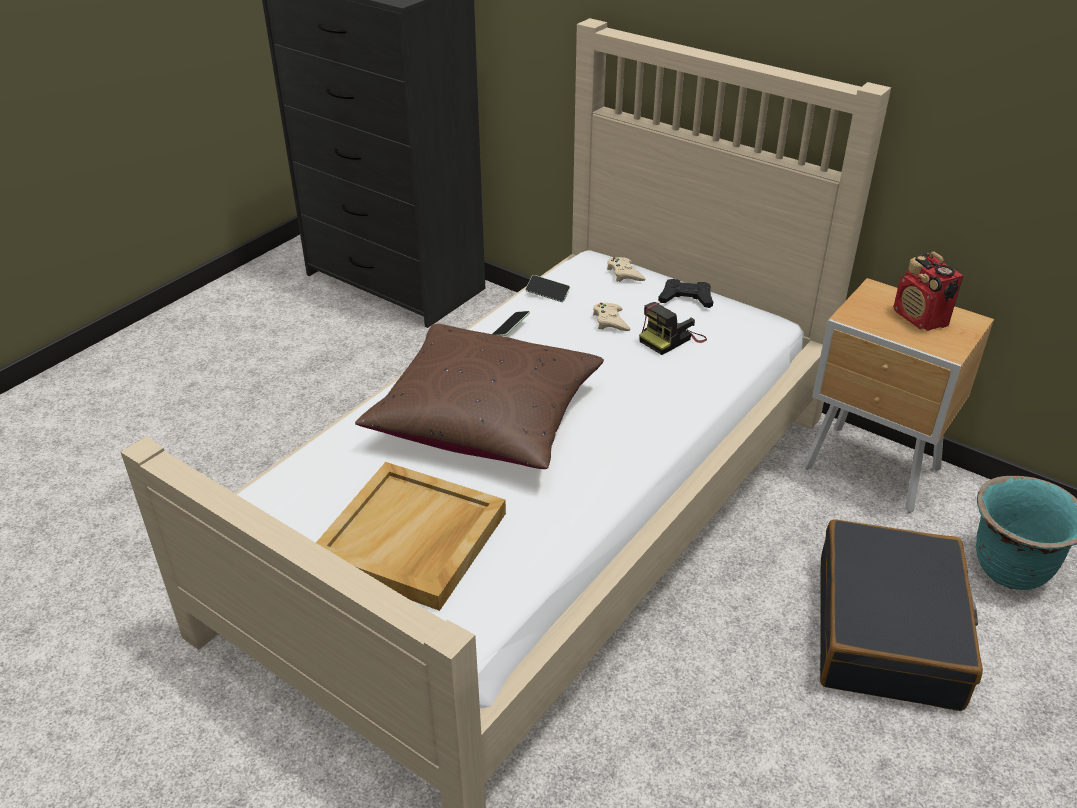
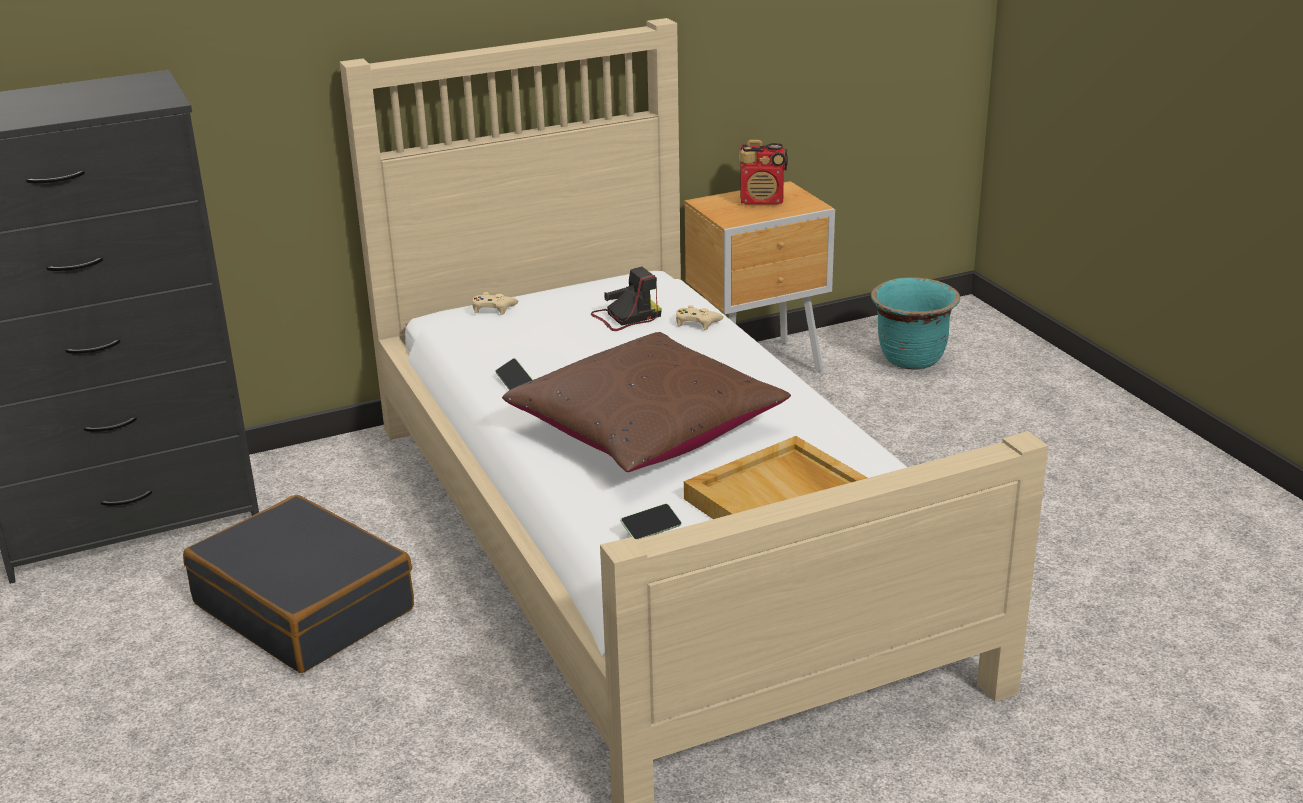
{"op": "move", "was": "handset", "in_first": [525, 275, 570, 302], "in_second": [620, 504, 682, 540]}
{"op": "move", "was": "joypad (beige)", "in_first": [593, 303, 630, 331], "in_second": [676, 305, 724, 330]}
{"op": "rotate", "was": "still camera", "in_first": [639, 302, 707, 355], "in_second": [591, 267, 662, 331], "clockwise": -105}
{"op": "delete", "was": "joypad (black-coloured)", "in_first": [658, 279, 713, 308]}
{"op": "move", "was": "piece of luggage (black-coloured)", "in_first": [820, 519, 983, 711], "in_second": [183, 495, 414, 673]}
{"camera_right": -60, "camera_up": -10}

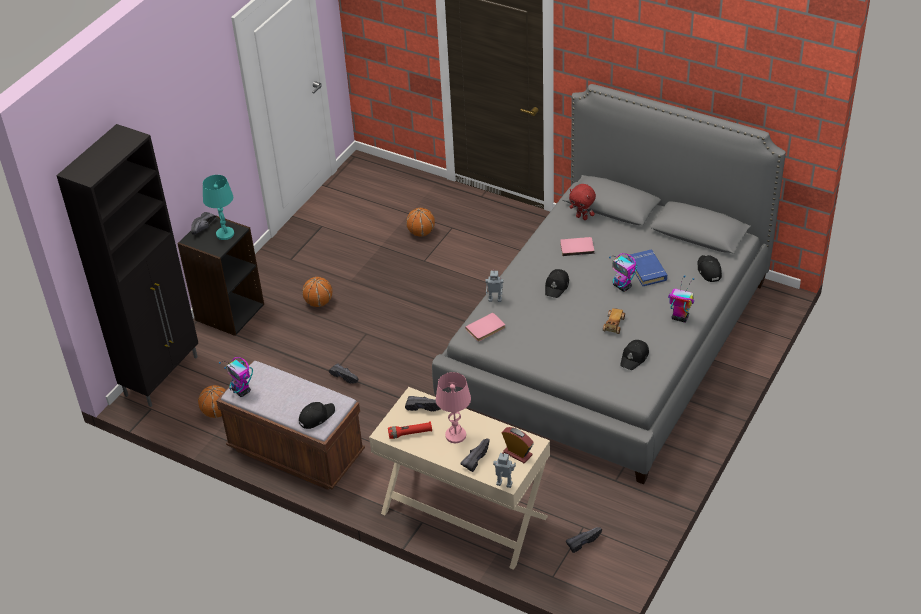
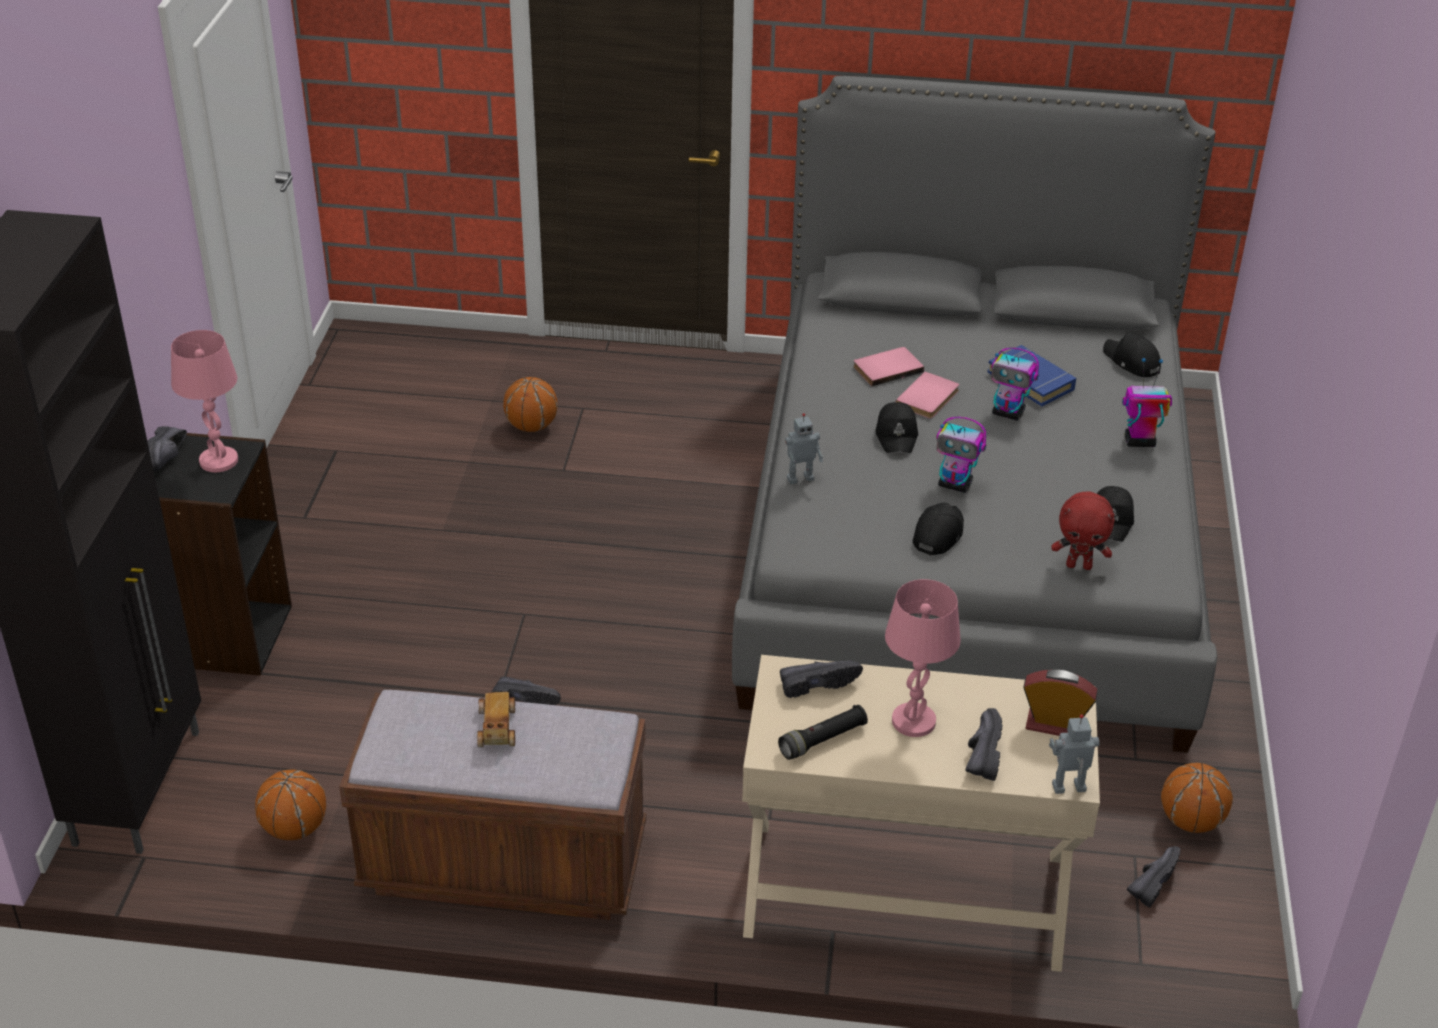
{"op": "recolor", "was": "table lamp (turquoise-coloured)", "now": "table lamp (pink-coloured)", "in_first": [203, 175, 234, 240], "in_second": [171, 330, 238, 472]}
{"op": "move", "was": "toy robot", "in_first": [219, 357, 253, 397], "in_second": [936, 417, 986, 493]}
{"op": "move", "was": "cap (black-coloured)", "in_first": [299, 402, 335, 429], "in_second": [913, 502, 964, 555]}
{"op": "move", "was": "basketball ball", "in_first": [302, 277, 333, 307], "in_second": [1161, 763, 1233, 833]}
{"op": "recolor", "was": "hand torch (reddish)", "now": "hand torch (black-coloured)", "in_first": [388, 421, 432, 439], "in_second": [778, 705, 868, 760]}
{"op": "move", "was": "book (pink-coloured)", "in_first": [465, 312, 505, 341], "in_second": [895, 371, 959, 419]}
{"op": "move", "was": "soft toy (reddish)", "in_first": [569, 184, 596, 220], "in_second": [1051, 491, 1115, 570]}
{"op": "move", "was": "model car", "in_first": [603, 308, 625, 334], "in_second": [477, 692, 515, 747]}
{"camera_right": -25, "camera_up": -5}

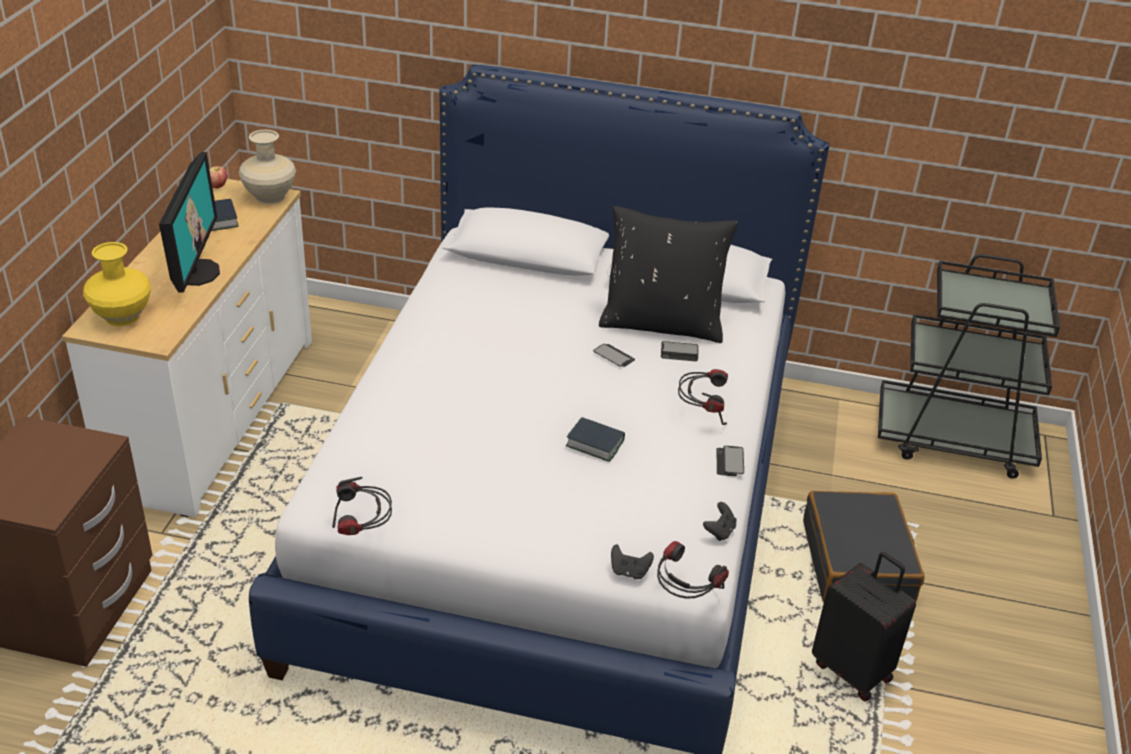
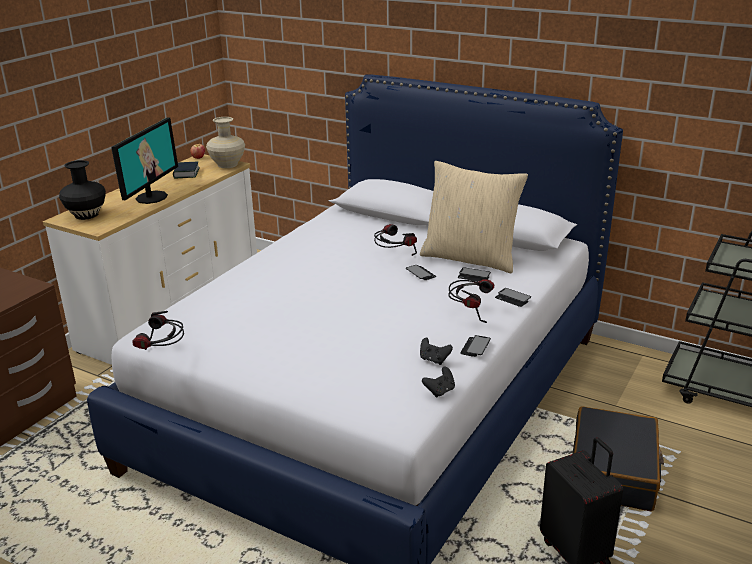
{"op": "recolor", "was": "flower vase (yellow)", "now": "flower vase (black-coloured)", "in_first": [83, 242, 151, 327], "in_second": [59, 160, 106, 220]}
{"op": "delete", "was": "book", "in_first": [566, 417, 625, 462]}
{"op": "recolor", "was": "cushion (black-coloured)", "now": "cushion (beige)", "in_first": [599, 206, 738, 343], "in_second": [420, 161, 528, 273]}
{"op": "move", "was": "joypad (black-coloured)", "in_first": [611, 544, 654, 579], "in_second": [420, 337, 453, 365]}
{"op": "move", "was": "headset", "in_first": [657, 541, 729, 599], "in_second": [374, 224, 417, 256]}
{"op": "insert", "now": "handset", "in_second": [495, 288, 531, 307]}
{"camera_right": 20, "camera_up": -10}

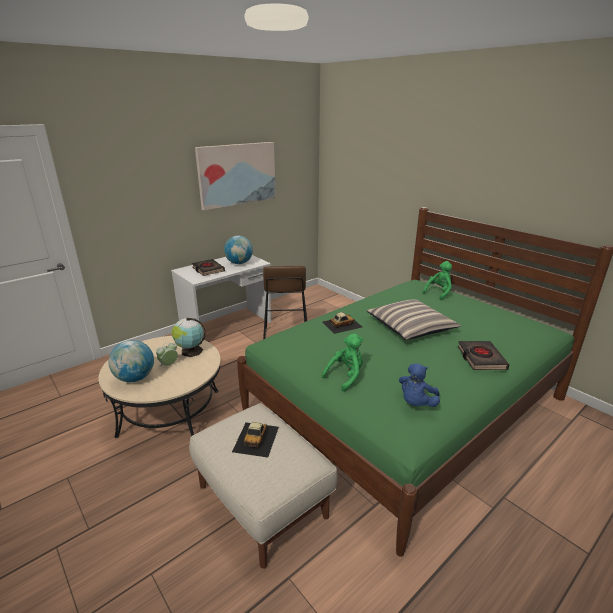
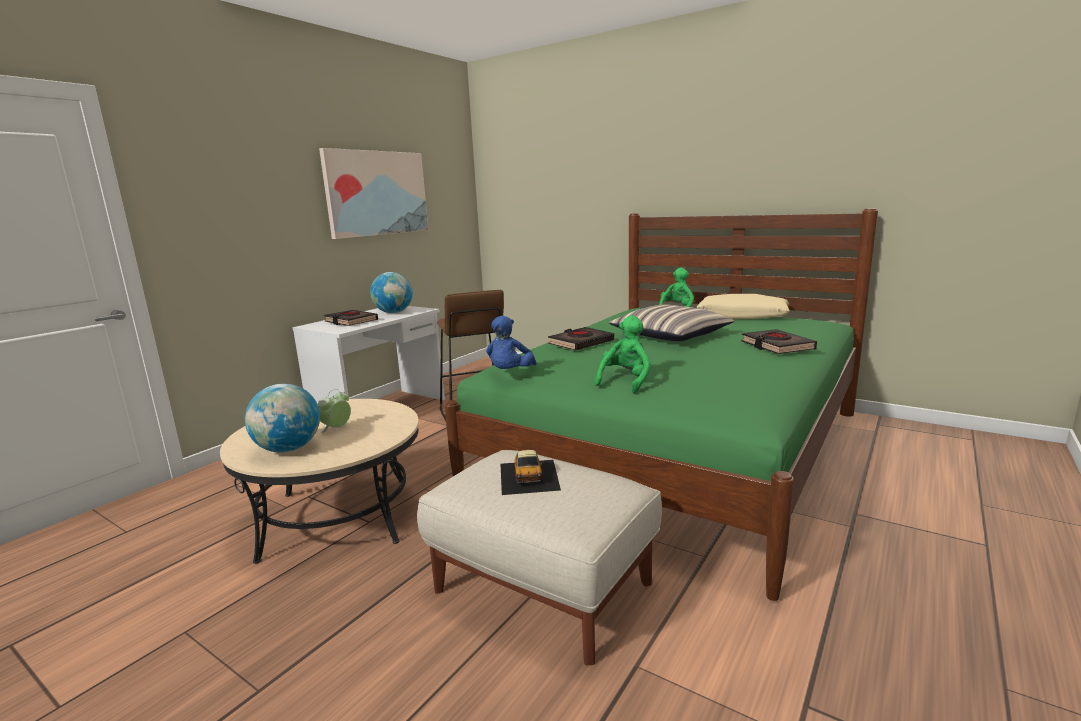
{"op": "delete", "was": "world globe", "in_first": [172, 318, 205, 357]}
{"op": "replace", "was": "model car", "now": "book (black-coloured)", "in_first": [322, 312, 362, 334], "in_second": [548, 327, 614, 351]}
{"op": "move", "was": "soft toy (blue-coloured)", "in_first": [399, 363, 440, 407], "in_second": [486, 316, 536, 369]}
{"op": "insert", "now": "cushion (beige)", "in_second": [697, 294, 790, 319]}
{"camera_right": -15, "camera_up": -10}

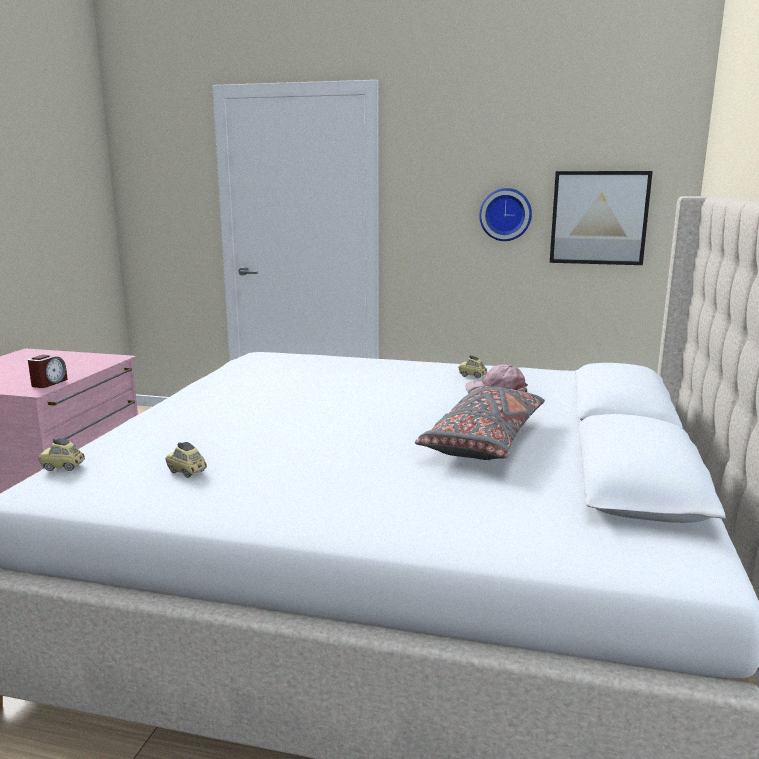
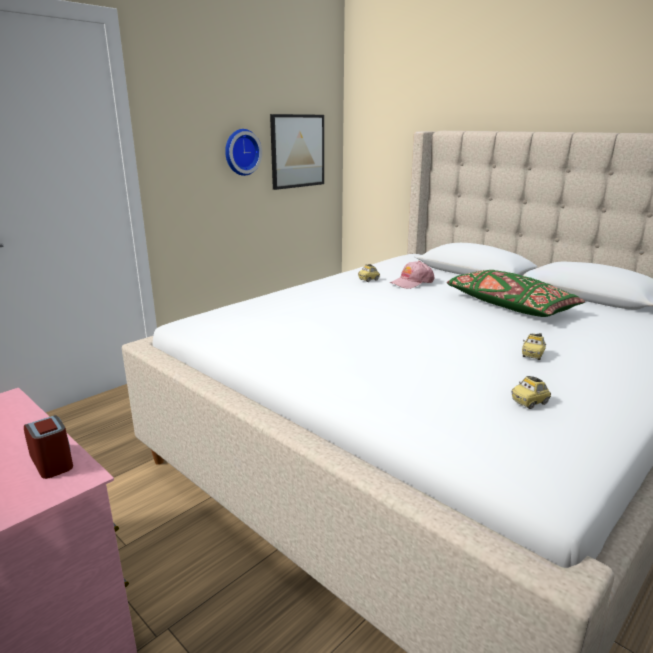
{"op": "move", "was": "model car", "in_first": [38, 438, 85, 471], "in_second": [522, 333, 546, 360]}
{"op": "recolor", "was": "cushion (grey)", "now": "cushion (green)", "in_first": [415, 386, 545, 460], "in_second": [447, 270, 586, 317]}
{"camera_right": -60, "camera_up": 5}

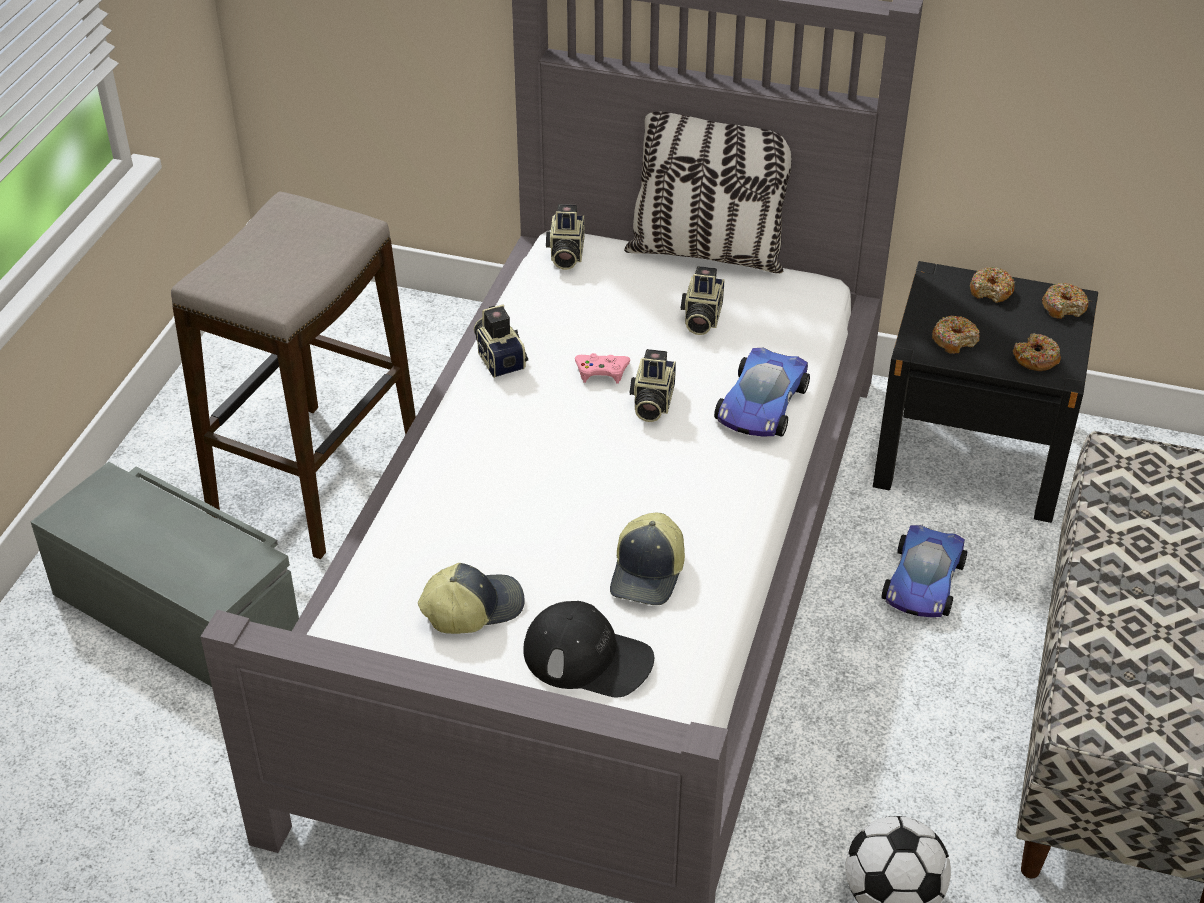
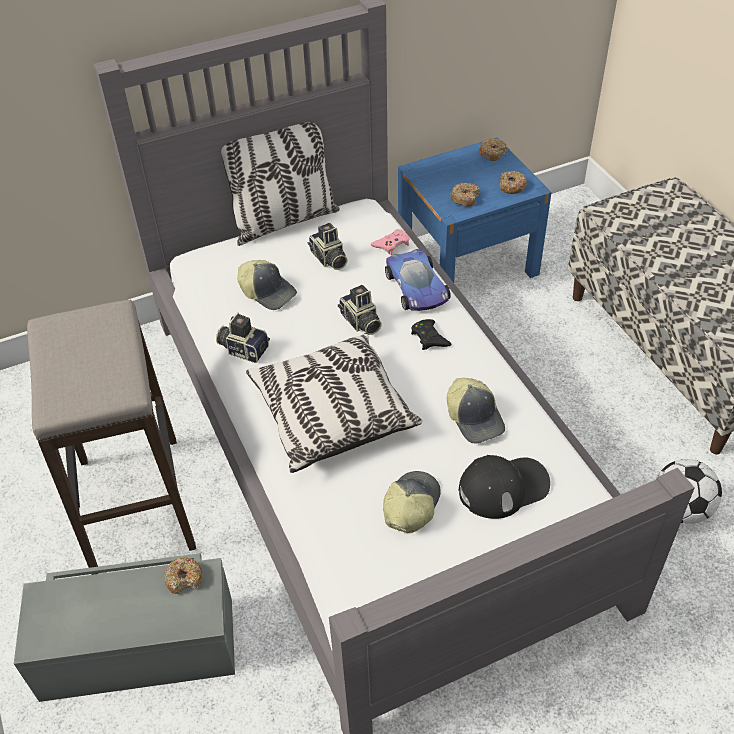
{"op": "delete", "was": "still camera", "in_first": [546, 204, 585, 270]}
{"op": "move", "was": "joypad (pink-coloured)", "in_first": [575, 353, 630, 384], "in_second": [371, 229, 410, 255]}
{"op": "recolor", "was": "nightstand (black-coloured)", "now": "nightstand (blue-coloured)", "in_first": [873, 261, 1098, 523], "in_second": [398, 137, 552, 283]}
{"op": "delete", "was": "model car", "in_first": [881, 525, 967, 617]}
{"op": "move", "was": "ring doughnut", "in_first": [970, 267, 1015, 303], "in_second": [164, 557, 203, 594]}
{"op": "insert", "now": "cap", "in_second": [237, 260, 297, 310]}
{"op": "insert", "now": "cushion", "in_second": [246, 332, 422, 473]}
{"op": "insert", "now": "joypad (black-coloured)", "in_second": [411, 319, 451, 350]}
{"camera_right": -40, "camera_up": 5}

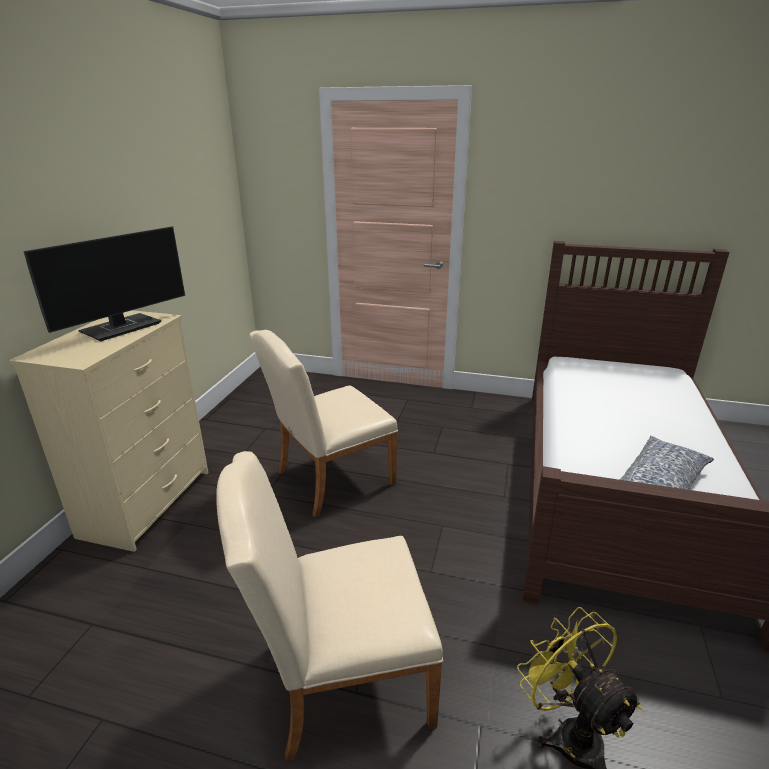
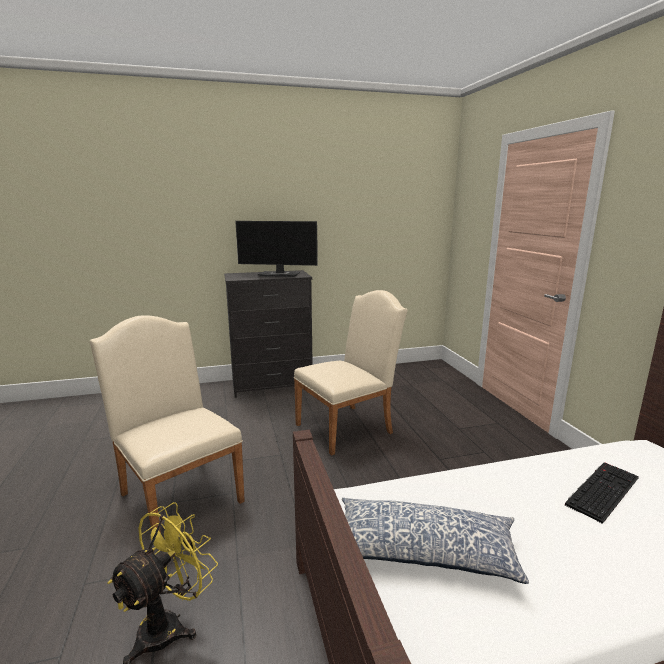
{"op": "recolor", "was": "dresser (beige)", "now": "dresser (black-coloured)", "in_first": [9, 310, 209, 552], "in_second": [224, 270, 313, 398]}
{"op": "rotate", "was": "upright chair (beige)", "in_first": [250, 330, 398, 517], "in_second": [294, 290, 408, 456], "clockwise": 120}
{"op": "insert", "now": "keyboard", "in_second": [565, 462, 639, 524]}
{"camera_right": 60, "camera_up": -10}

